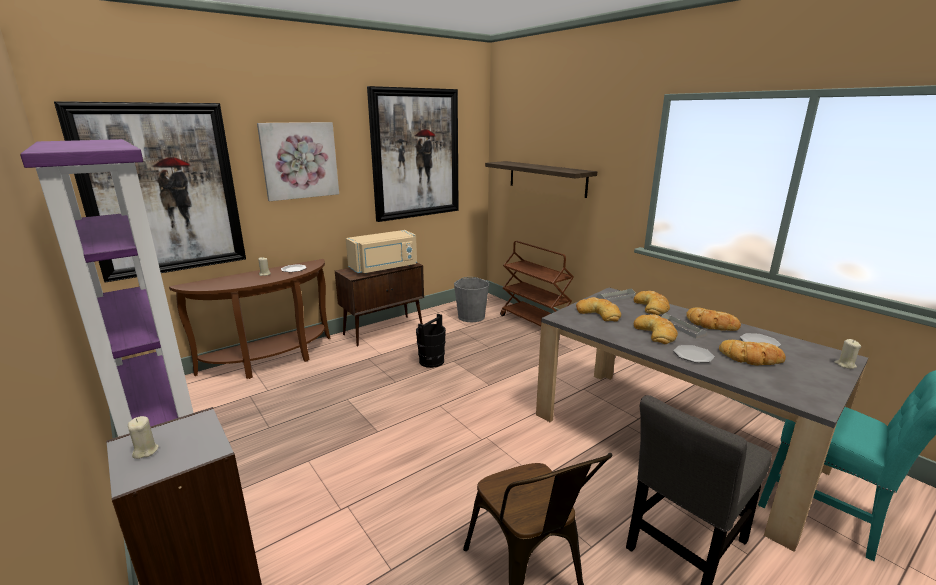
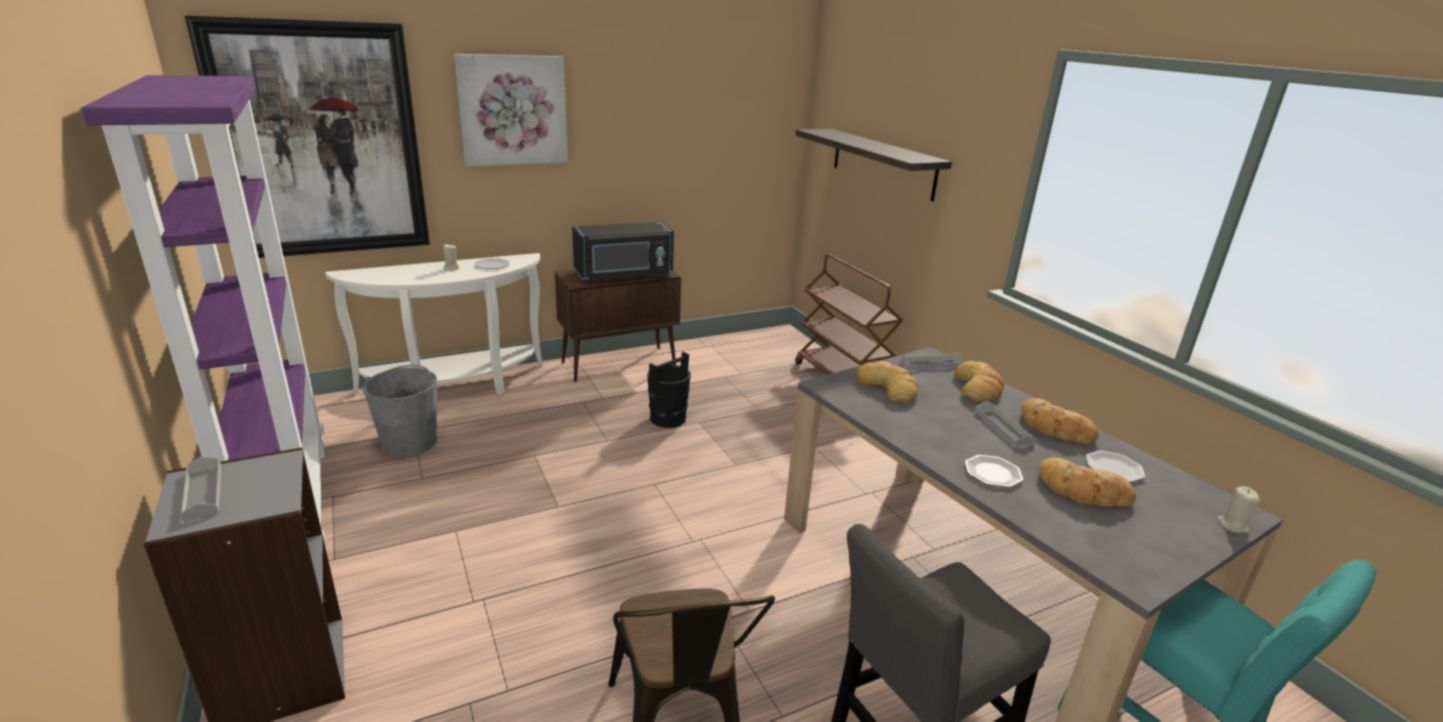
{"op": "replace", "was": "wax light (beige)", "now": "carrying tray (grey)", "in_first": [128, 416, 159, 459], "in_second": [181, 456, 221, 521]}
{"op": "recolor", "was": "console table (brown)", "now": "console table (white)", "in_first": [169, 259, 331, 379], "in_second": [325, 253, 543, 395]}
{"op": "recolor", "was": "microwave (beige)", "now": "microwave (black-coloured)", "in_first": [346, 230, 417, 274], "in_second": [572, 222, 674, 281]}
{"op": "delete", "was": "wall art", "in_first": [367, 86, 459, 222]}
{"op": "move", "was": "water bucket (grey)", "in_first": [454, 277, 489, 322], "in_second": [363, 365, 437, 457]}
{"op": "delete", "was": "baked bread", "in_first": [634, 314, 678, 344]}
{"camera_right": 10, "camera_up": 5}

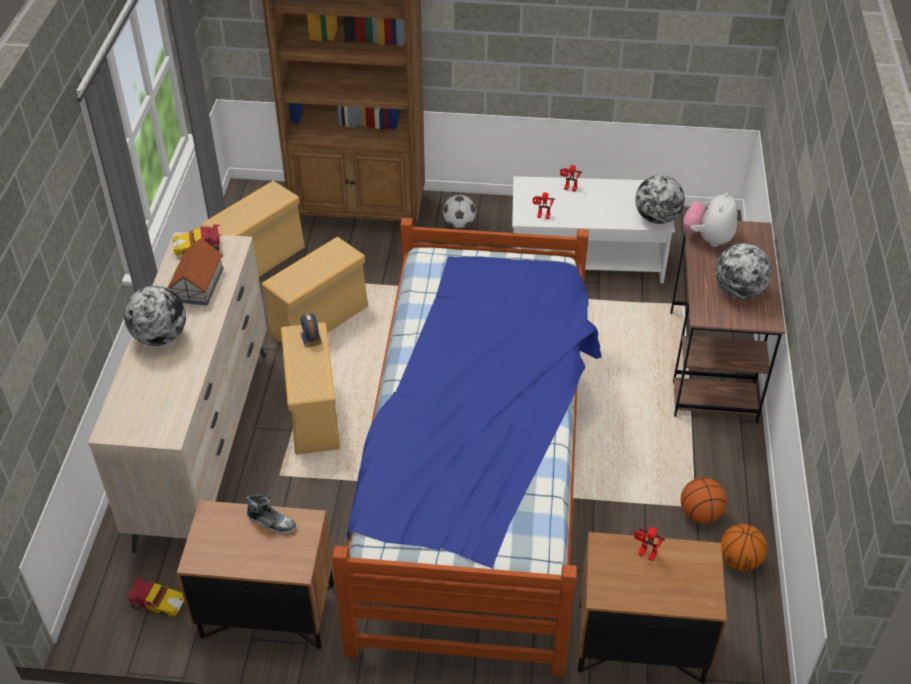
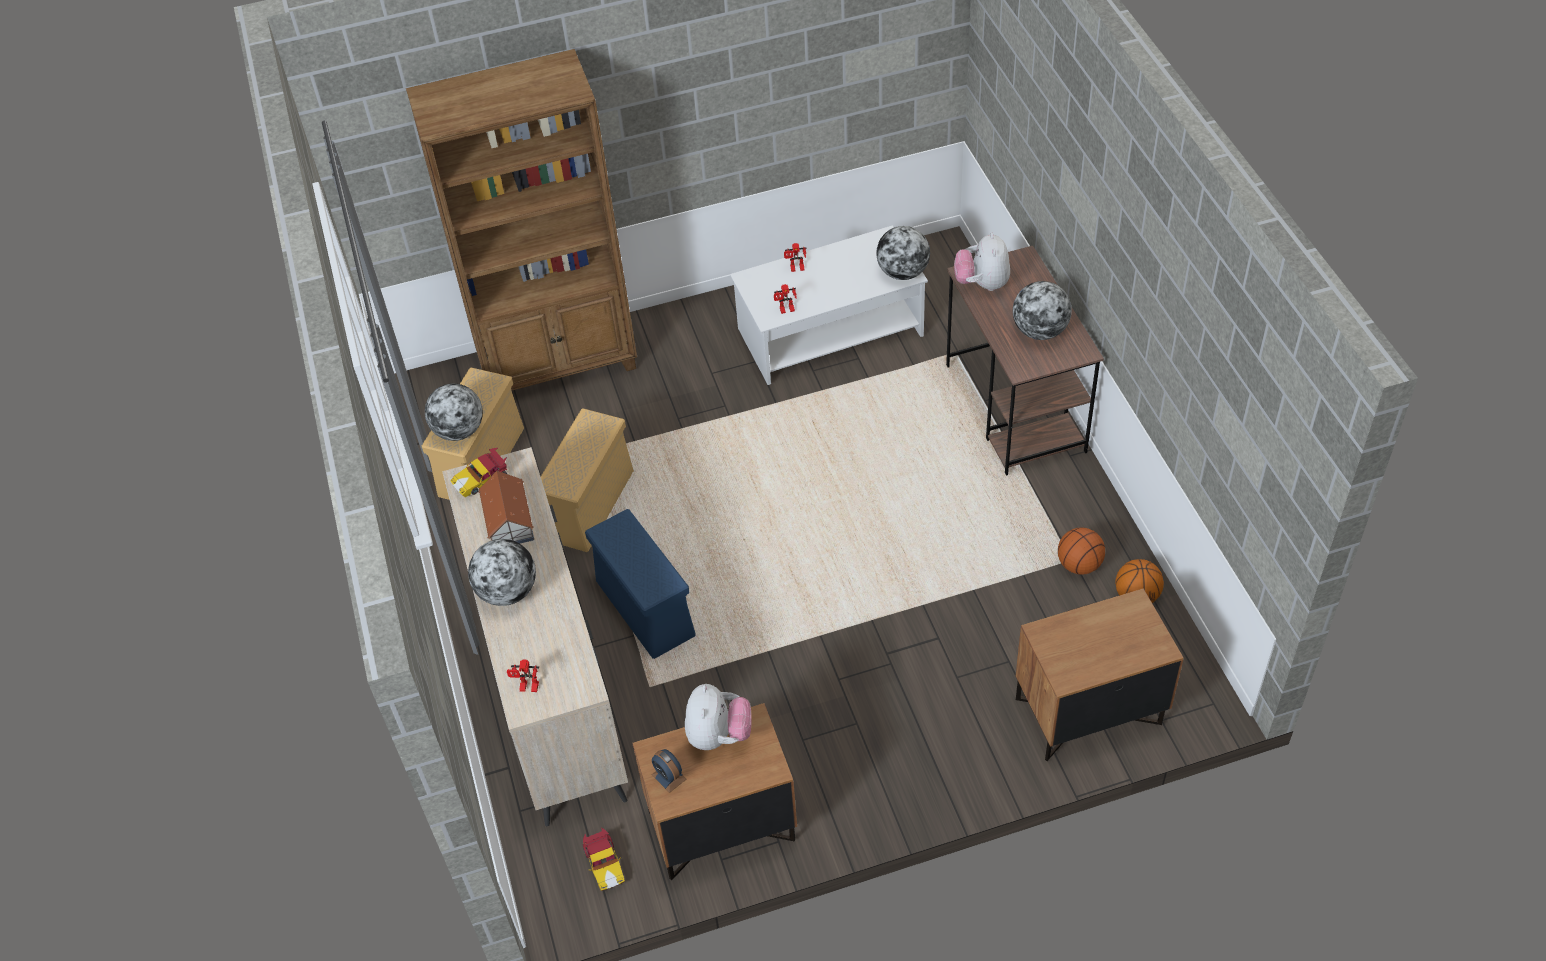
{"op": "rotate", "was": "model car", "in_first": [127, 578, 184, 617], "in_second": [583, 828, 625, 891], "clockwise": 75}
{"op": "replace", "was": "item of footwear", "now": "soft toy", "in_first": [245, 494, 296, 534], "in_second": [685, 684, 752, 750]}
{"op": "recolor", "was": "storage bin (beige)", "now": "storage bin (blue-coloured)", "in_first": [281, 322, 340, 455], "in_second": [585, 509, 696, 659]}
{"op": "move", "was": "alarm clock", "in_first": [300, 313, 322, 348], "in_second": [652, 749, 686, 793]}
{"op": "delete", "was": "sleeping bed", "in_first": [332, 218, 602, 676]}
{"op": "delete", "was": "football ball", "in_first": [443, 195, 476, 228]}
{"op": "move", "was": "toy robot", "in_first": [634, 527, 665, 561], "in_second": [507, 659, 539, 692]}
{"op": "insert", "now": "world globe", "in_second": [425, 384, 483, 441]}
{"camera_right": -20, "camera_up": 5}

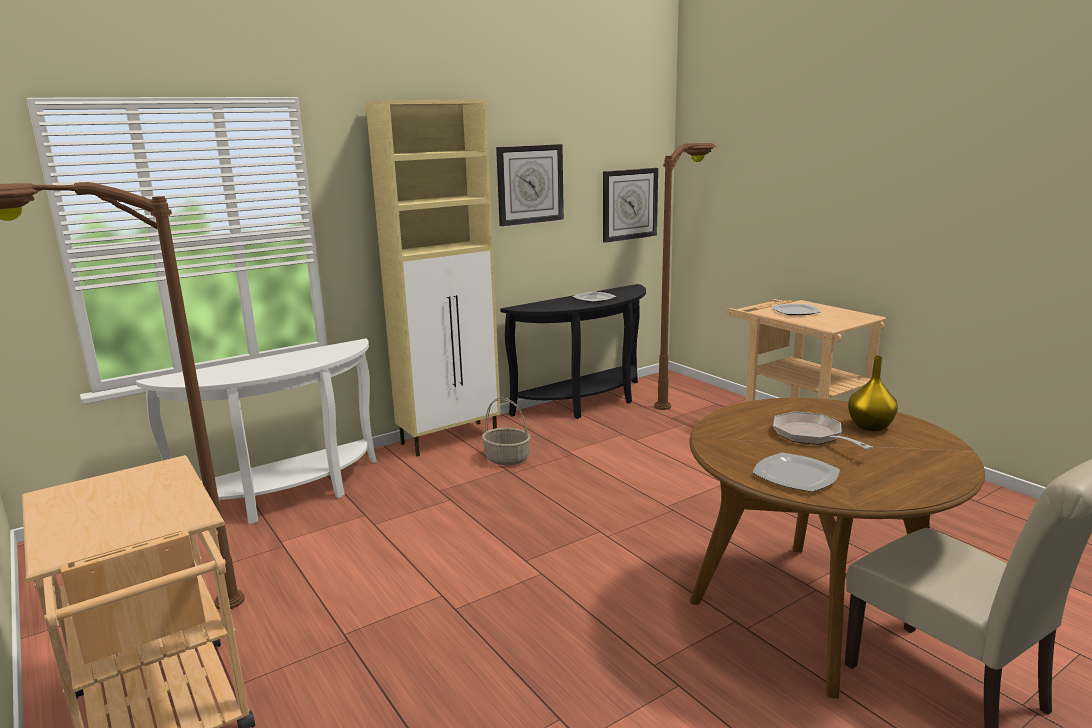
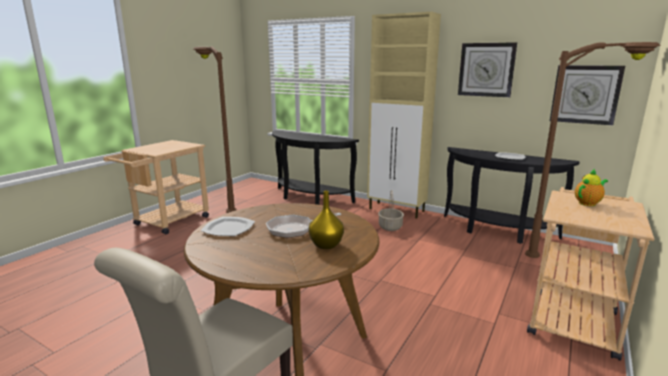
{"op": "recolor", "was": "console table (white)", "now": "console table (black-coloured)", "in_first": [136, 338, 377, 524], "in_second": [272, 130, 359, 205]}
{"op": "replace", "was": "dinner plate", "now": "tea pot", "in_first": [772, 304, 821, 315], "in_second": [575, 169, 608, 206]}
{"op": "rotate", "was": "pan", "in_first": [773, 411, 873, 450], "in_second": [266, 213, 342, 238], "clockwise": -150}
{"camera_right": 65, "camera_up": 0}

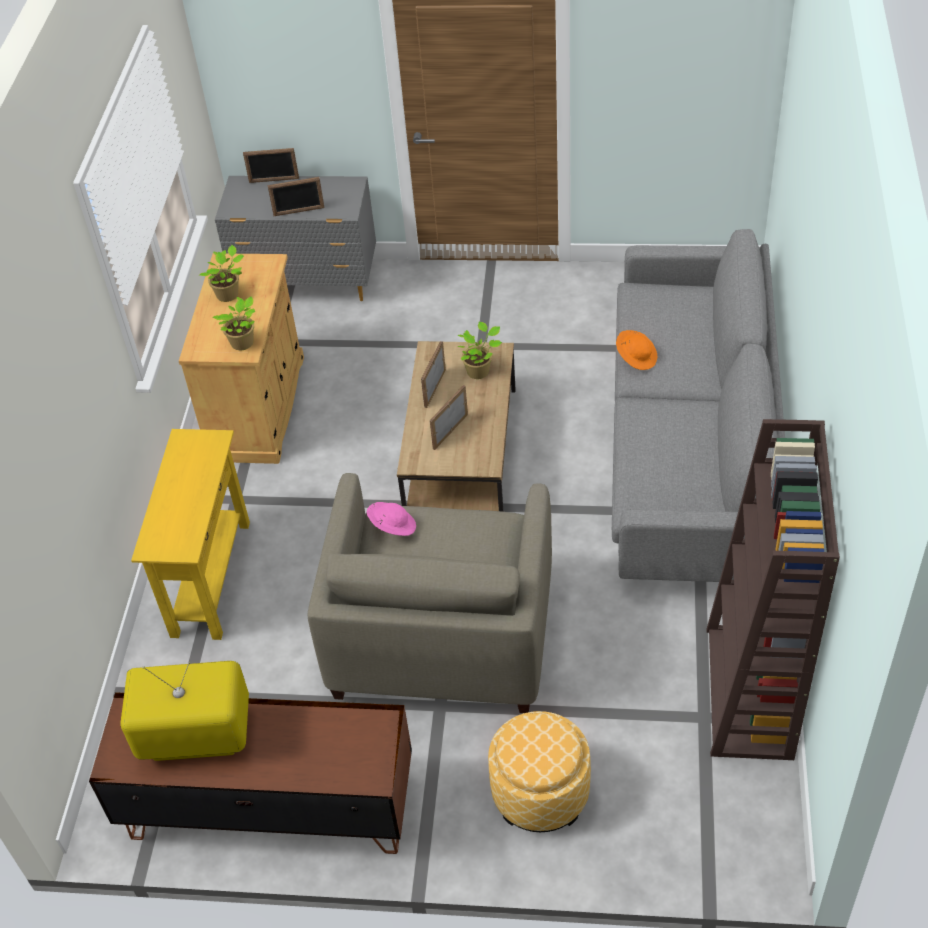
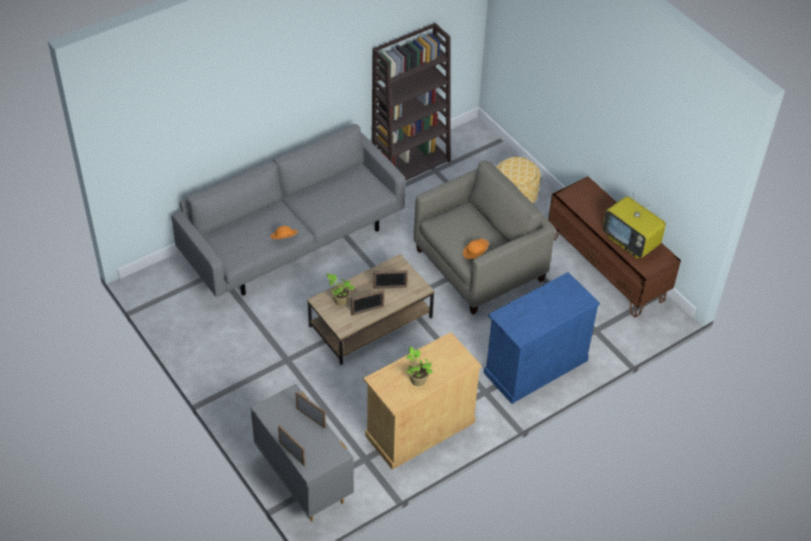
{"op": "replace", "was": "console table (yellow)", "now": "cupboard (blue-coloured)", "in_first": [131, 429, 250, 640], "in_second": [484, 272, 600, 404]}
{"op": "delete", "was": "houseplant", "in_first": [213, 296, 255, 350]}
{"op": "recolor", "was": "hat (pink-coloured)", "now": "hat (orangey)", "in_first": [367, 502, 416, 536], "in_second": [463, 239, 489, 259]}
{"camera_right": -135, "camera_up": 0}

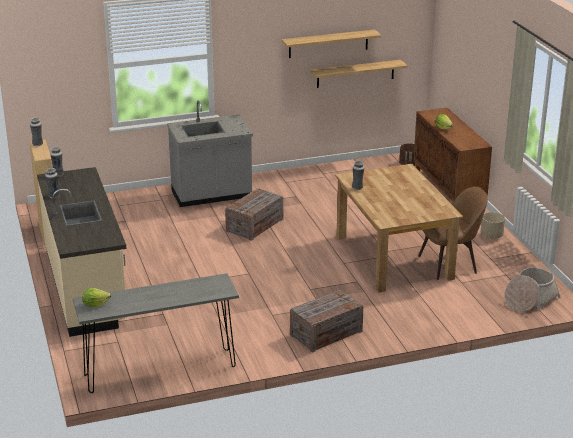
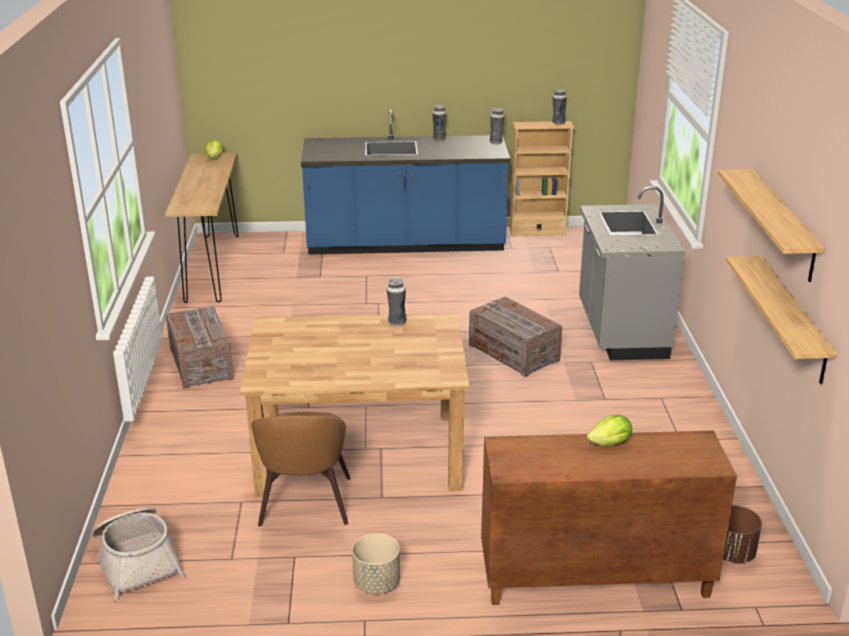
{"op": "recolor", "was": "kitchen base unit (beige)", "now": "kitchen base unit (blue-coloured)", "in_first": [37, 167, 127, 337], "in_second": [301, 110, 510, 255]}
{"op": "recolor", "was": "console table (grey)", "now": "console table (brown)", "in_first": [73, 273, 239, 393], "in_second": [165, 152, 238, 303]}
{"camera_right": 105, "camera_up": 0}

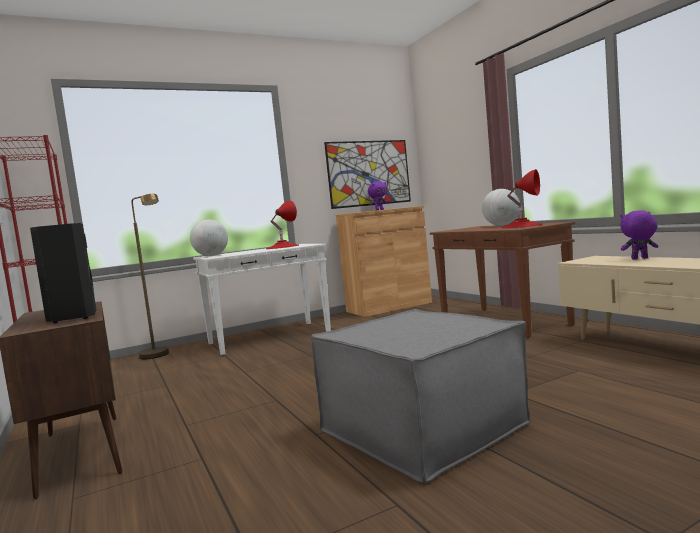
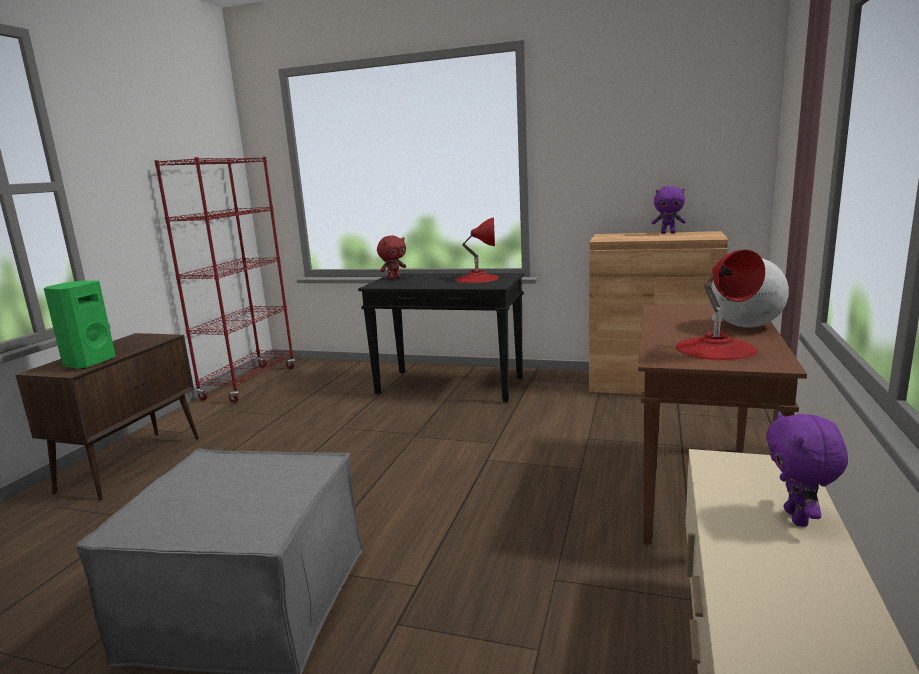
{"op": "recolor", "was": "speaker (black-coloured)", "now": "speaker (green)", "in_first": [30, 223, 96, 323], "in_second": [44, 280, 116, 369]}
{"op": "delete", "was": "standing lamp (brown)", "in_first": [131, 194, 169, 359]}
{"op": "replace", "was": "world globe", "now": "soft toy (reddish)", "in_first": [190, 220, 228, 256], "in_second": [377, 236, 406, 280]}
{"op": "recolor", "was": "console table (white)", "now": "console table (black-coloured)", "in_first": [193, 244, 331, 356], "in_second": [358, 273, 524, 403]}
{"op": "delete", "was": "wall art", "in_first": [324, 140, 411, 209]}
{"op": "rotate", "was": "soft toy (purplish)", "in_first": [620, 210, 658, 260], "in_second": [766, 411, 848, 527], "clockwise": -135}
{"camera_right": 45, "camera_up": 10}

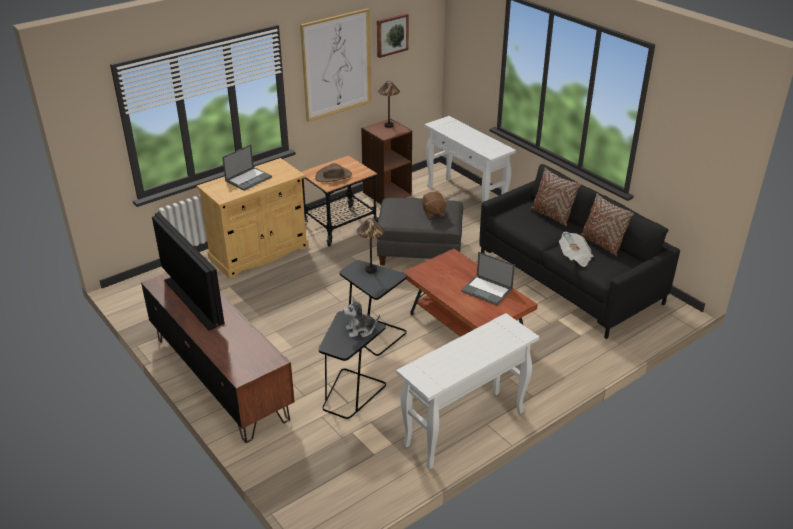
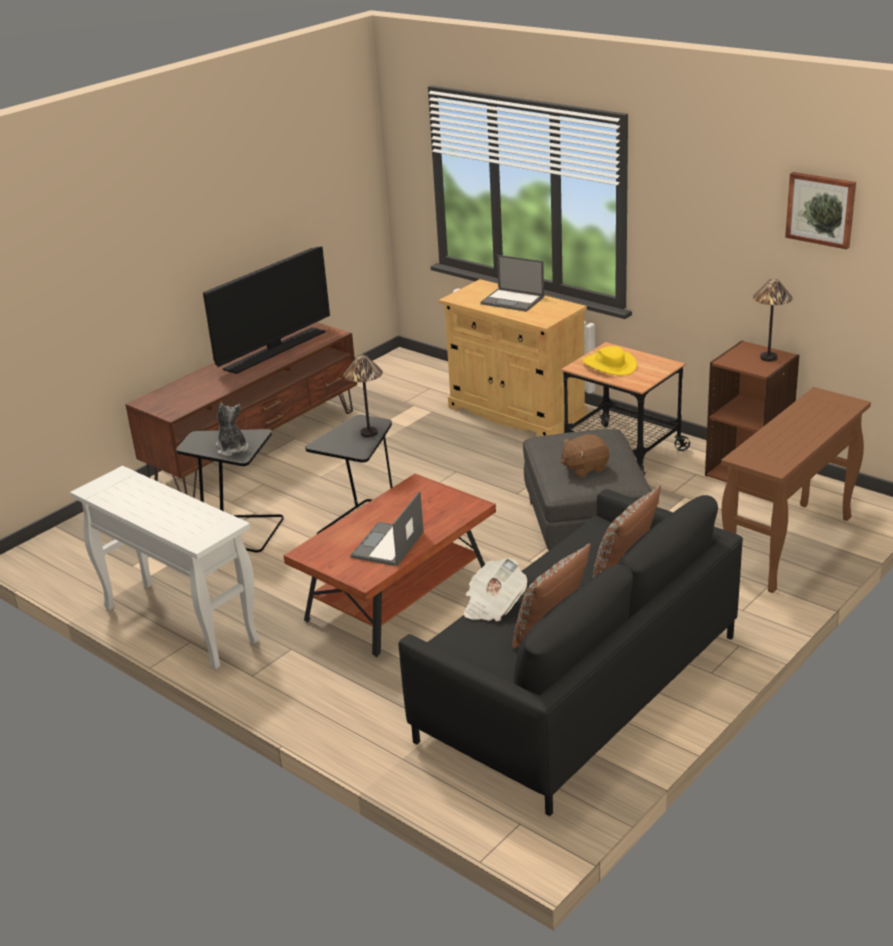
{"op": "delete", "was": "wall art", "in_first": [300, 8, 371, 122]}
{"op": "recolor", "was": "hat (brown)", "now": "hat (yellow)", "in_first": [315, 163, 352, 182], "in_second": [583, 346, 637, 376]}
{"op": "recolor", "was": "console table (white)", "now": "console table (brown)", "in_first": [424, 116, 516, 202], "in_second": [721, 387, 871, 593]}
{"camera_right": 80, "camera_up": -5}

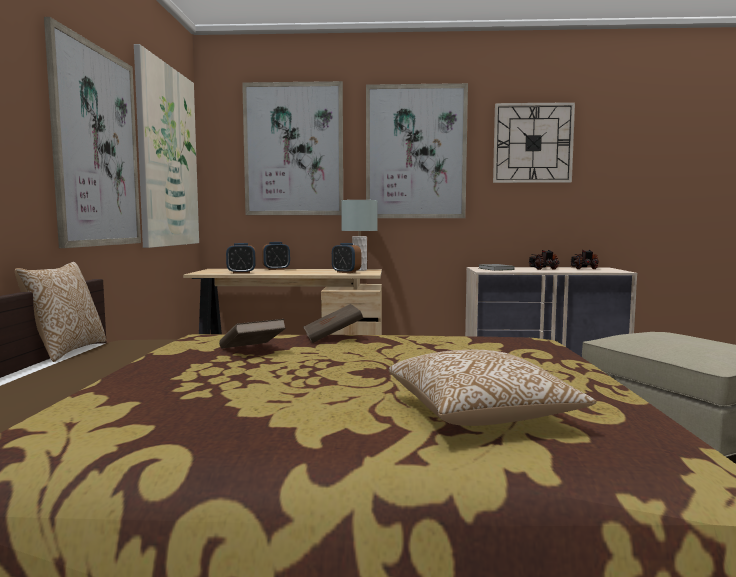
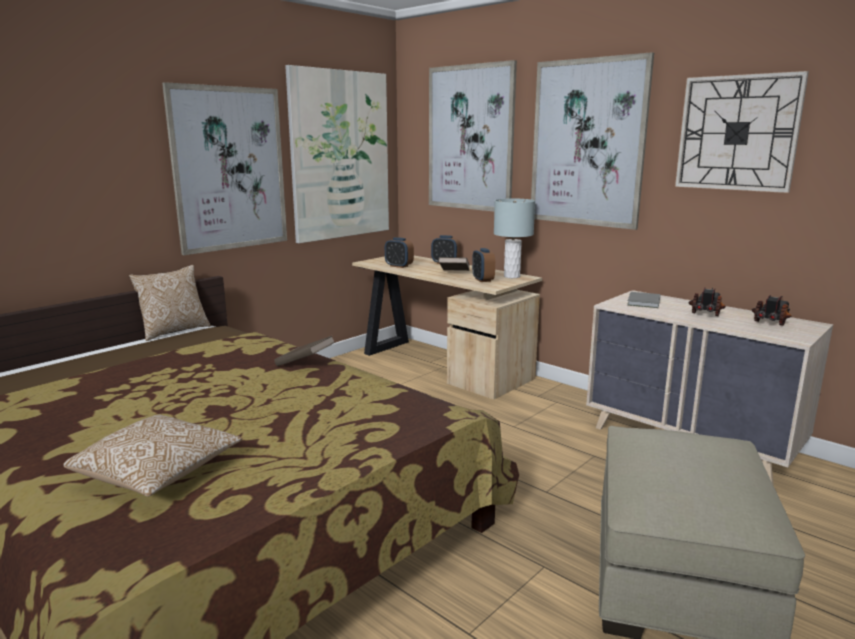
{"op": "move", "was": "book (brown)", "in_first": [219, 319, 286, 349], "in_second": [438, 257, 470, 271]}
{"camera_right": 40, "camera_up": 10}

